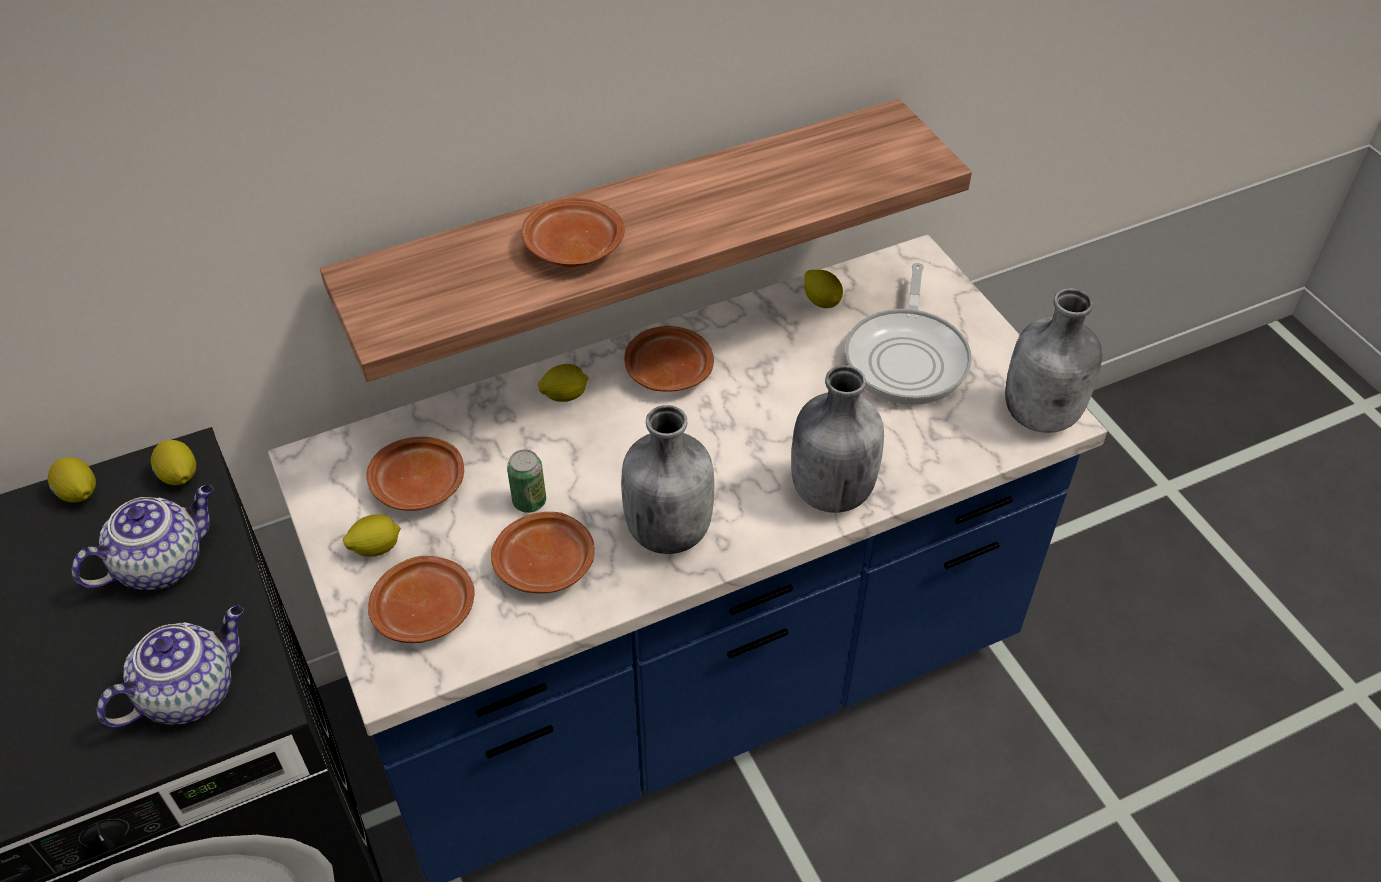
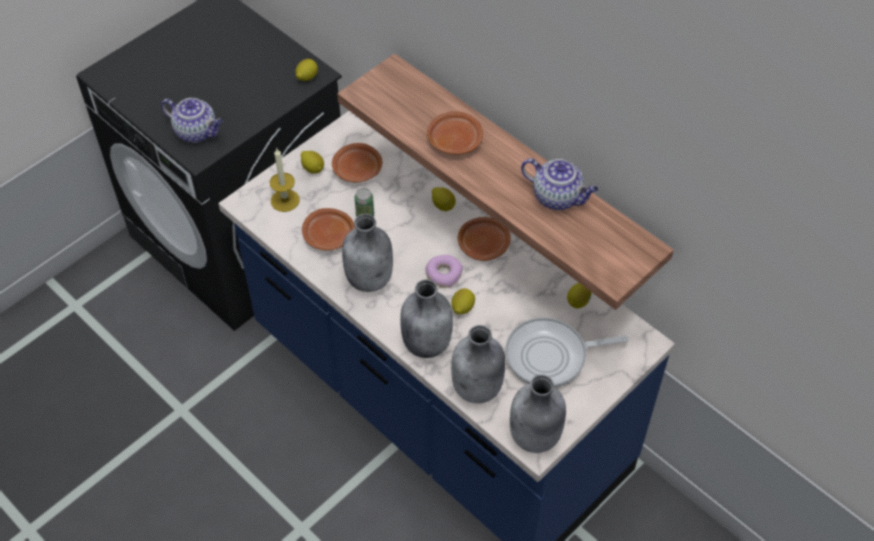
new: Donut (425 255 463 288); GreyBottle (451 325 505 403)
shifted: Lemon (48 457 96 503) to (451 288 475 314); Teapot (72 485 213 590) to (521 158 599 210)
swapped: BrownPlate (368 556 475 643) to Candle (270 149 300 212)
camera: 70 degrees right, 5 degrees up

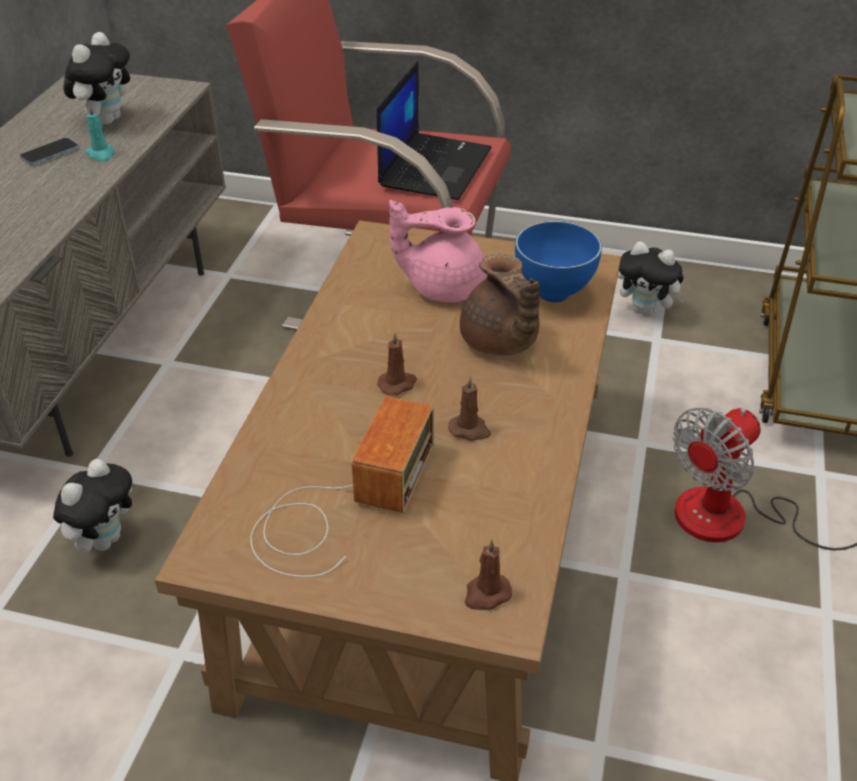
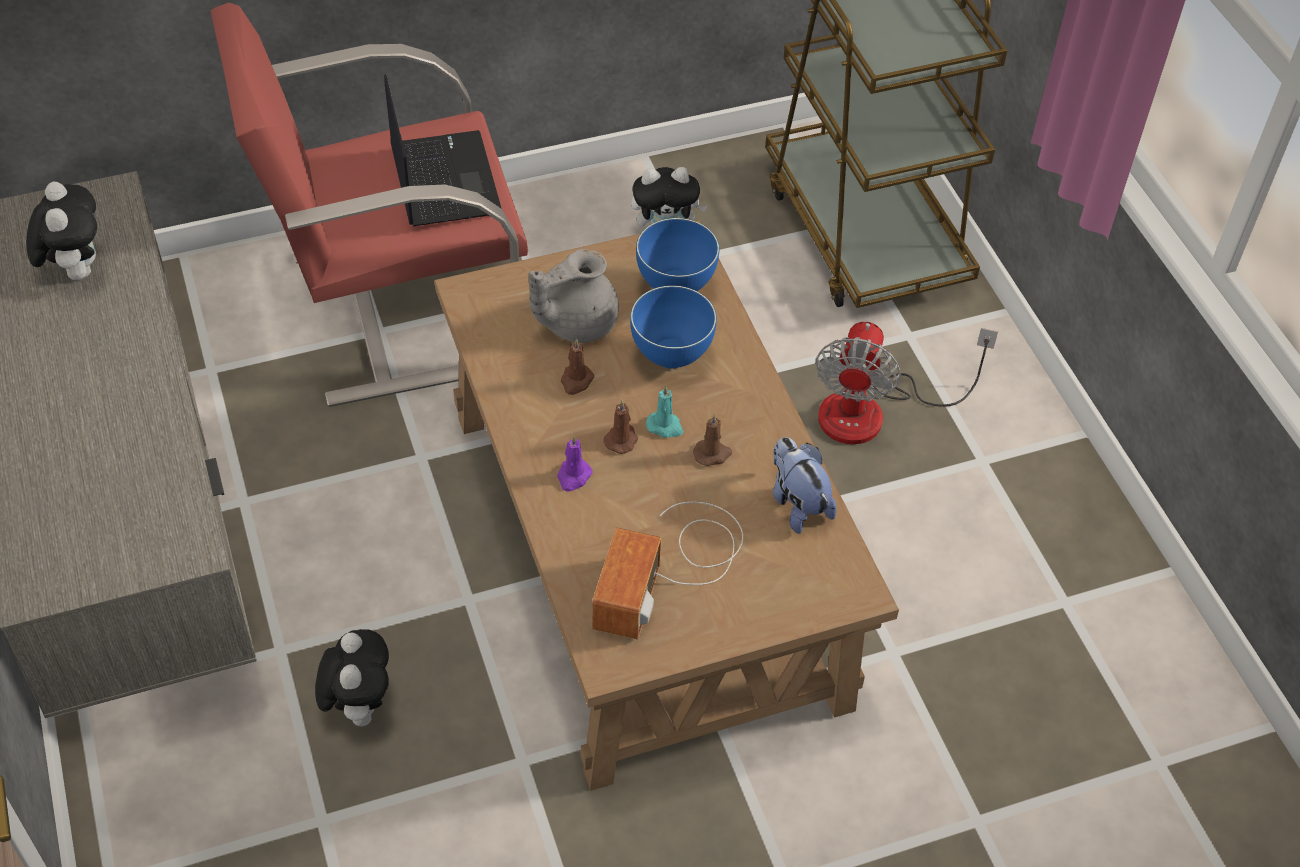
gone: Phone (20 138 79 165)
new: PurpleCandle (557 435 592 492); PlushToy (773 437 837 534)
shifted: TurquoiseCandle (85 105 114 162) to (646 385 683 438); BrownCandle (465 539 512 610) to (561 339 594 395)
swapped: BrownTeapot (460 254 540 356) to BlueBowl (630 286 717 369)
repainted: PinkTeapot (389 200 486 302) to GreyTeapot (529 249 619 343)
rotated: Radio (251 396 434 577) = (592 502 743 639) 150 degrees counterclockwise
camera: 35 degrees left, 10 degrees up

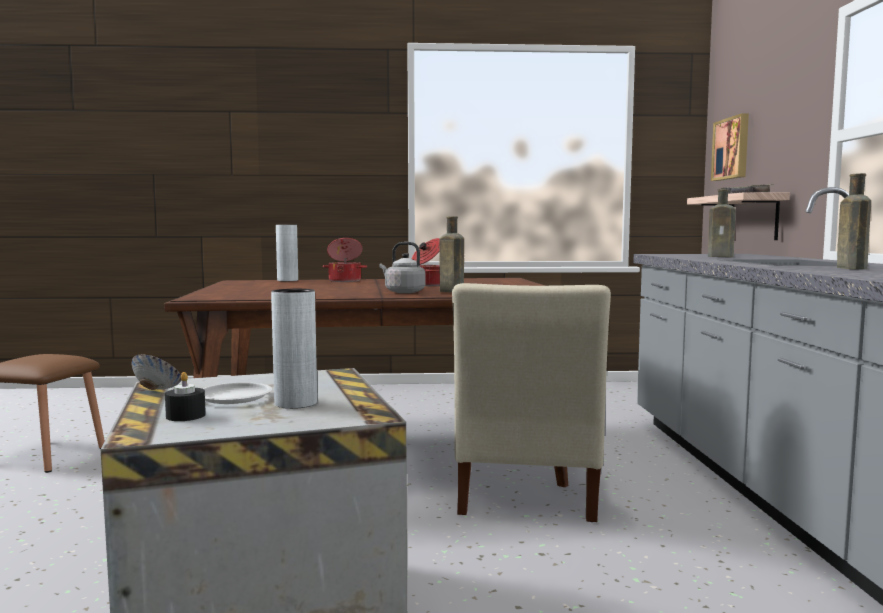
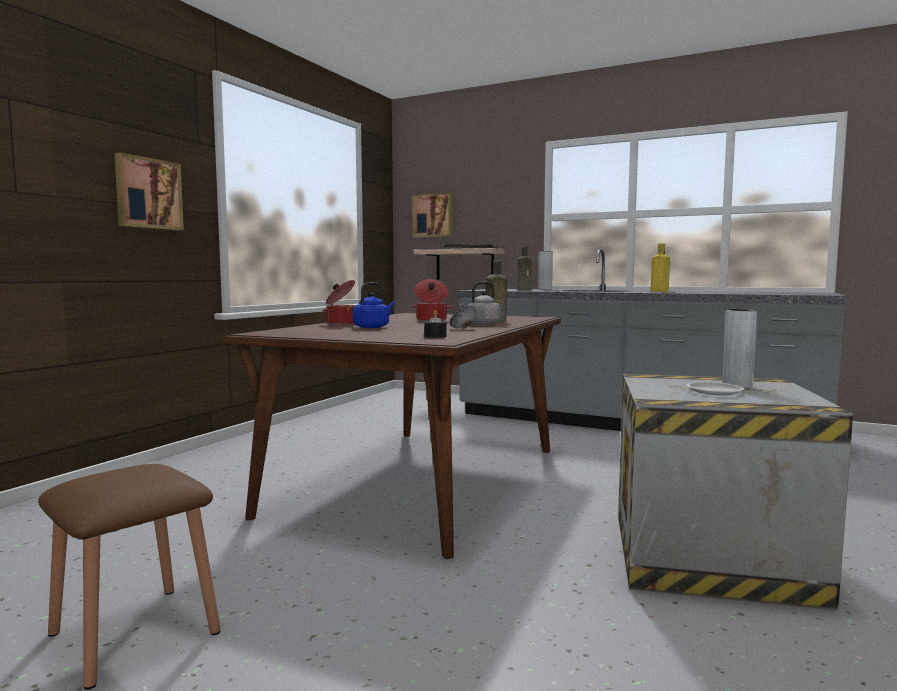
gone: BeigeChair (452 283 611 522)
new: Picture (114 152 184 230); BlueKettle (353 282 395 328)
shifted: Bowl (132 354 181 390) to (450 306 476 329); BlackCandle (165 372 206 421) to (424 310 446 338); GreyVase (276 224 298 281) to (538 251 553 290)
repainted: BrownBottle (837 173 871 269) to YellowBottle (651 244 670 292)
camera: 60 degrees left, 0 degrees up

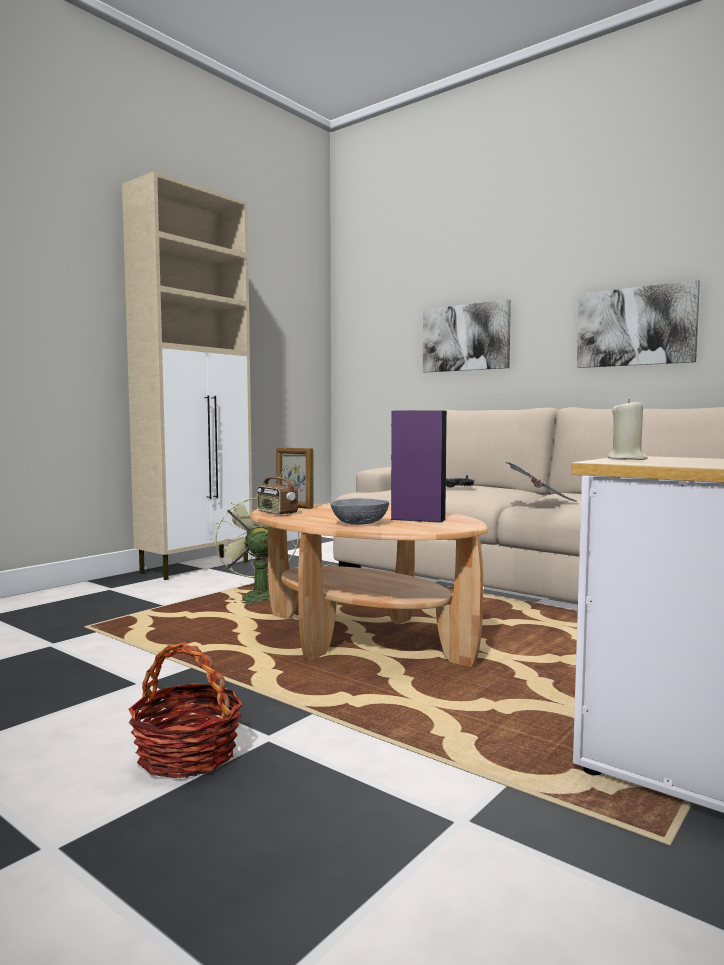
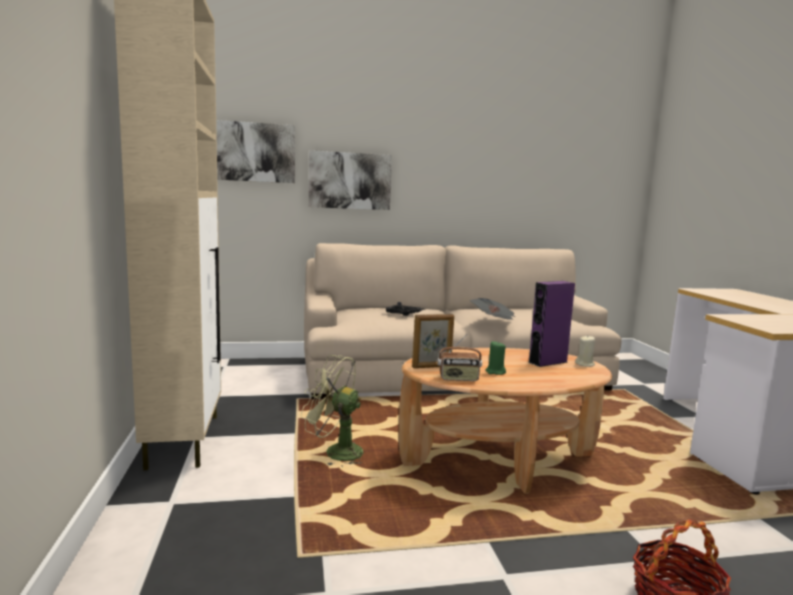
gone: GreyBowl (331 499 389 525)
new: GreenCandle (486 341 506 375)
shifted: Picture (577 280 700 368) to (216 120 295 183); BeigeCandle (607 399 648 460) to (575 336 595 367)
camera: 50 degrees left, 5 degrees up

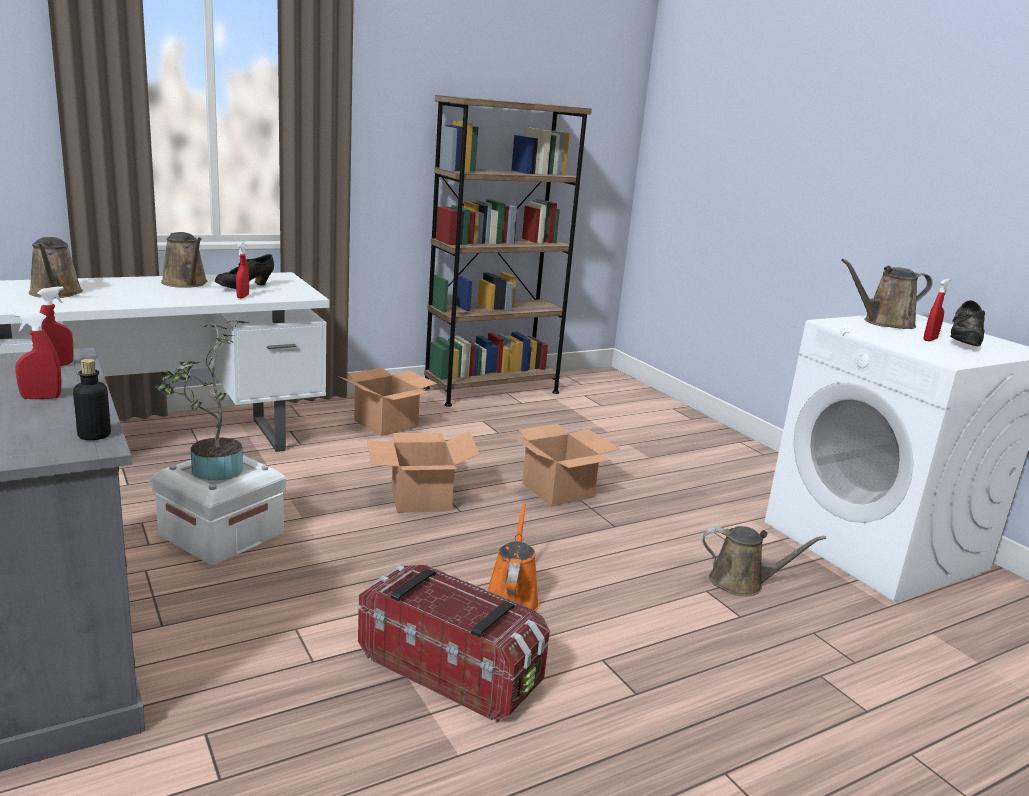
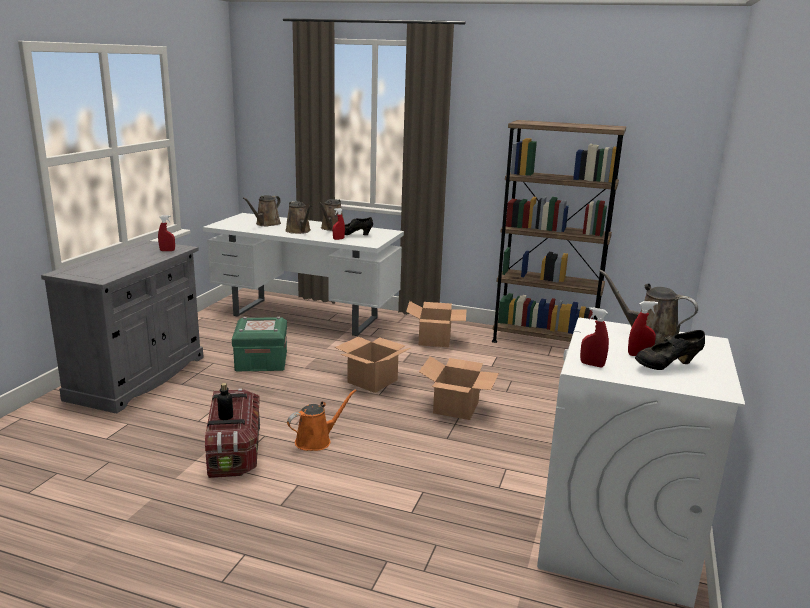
gone: PottedPlant (156 320 249 480)
shifted: RedSprayBottle (15 312 62 399) to (580 307 609 367); Bottle (73 359 111 440) to (217 383 233 420); BrownWateringCan (702 526 826 597) to (285 201 311 234)
repainted: WhiteStorageBox (151 455 286 565) to GreenStorageBox (232 317 287 371)
camera: 50 degrees right, 0 degrees up

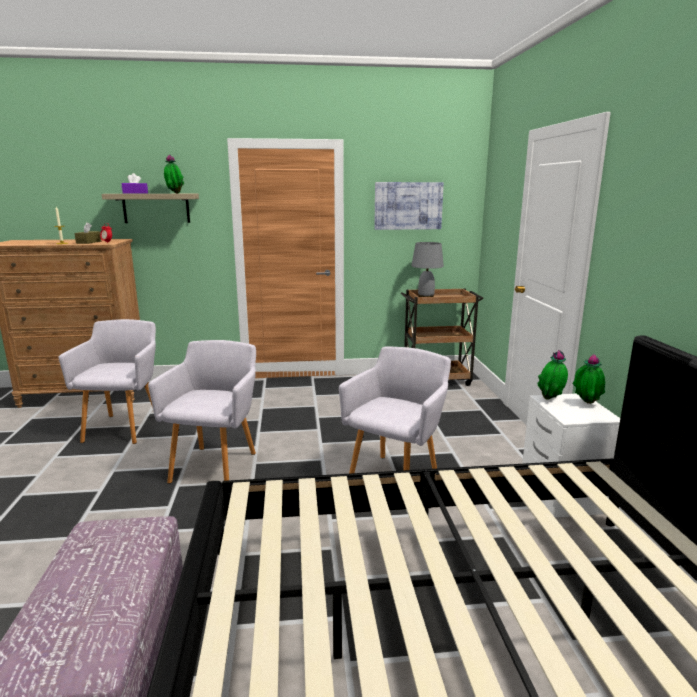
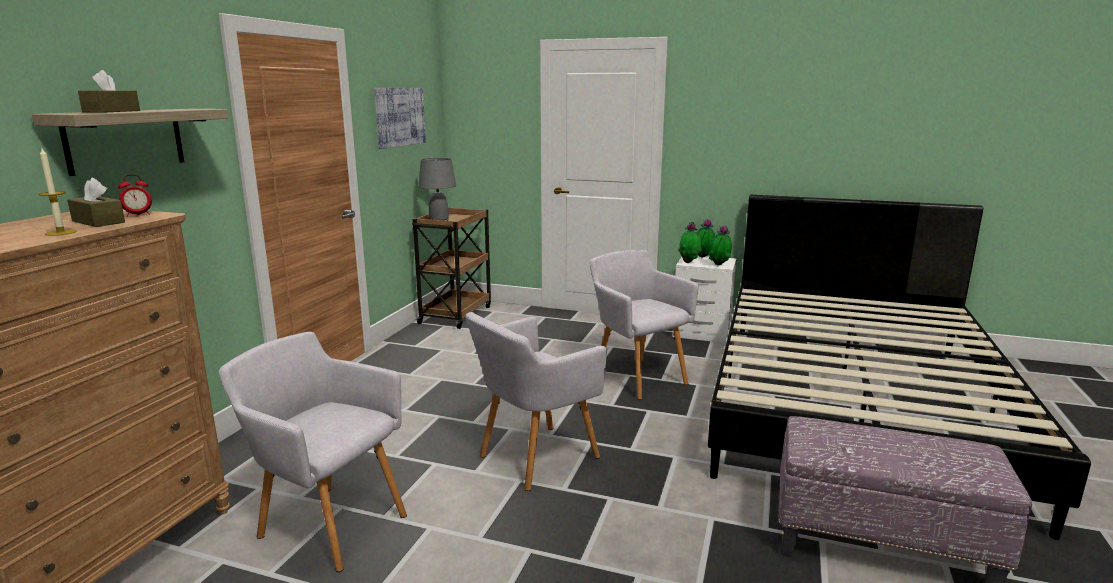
shifted: PottedPlant (164 155 184 193) to (707 225 732 265)
repainted: PurpleTissueBox (122 173 148 194) to BrownTissueBox (78 70 140 113)
rotated: GreyArmchair (148 340 256 484) = (465 312 607 491) 75 degrees counterclockwise
camera: 65 degrees left, 0 degrees up

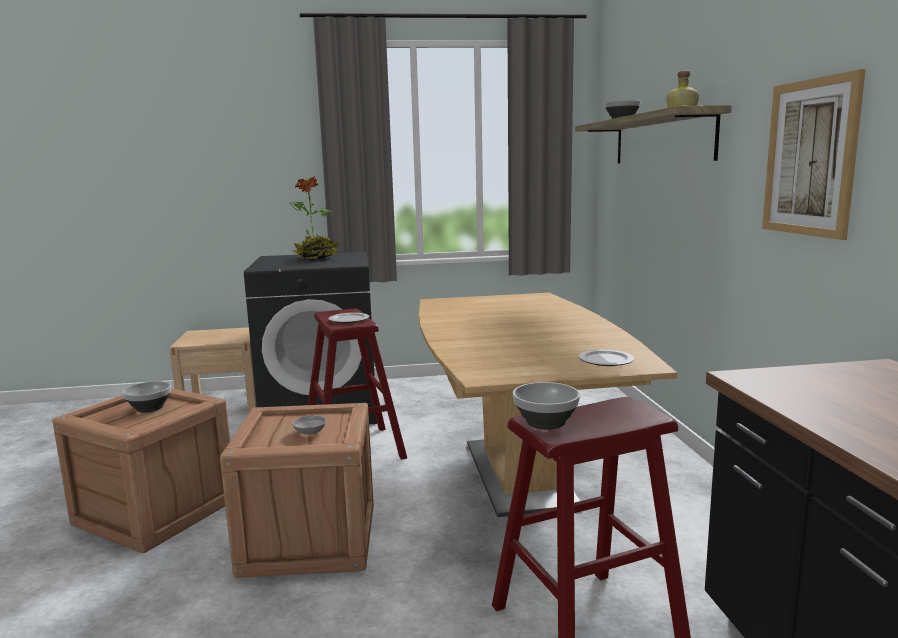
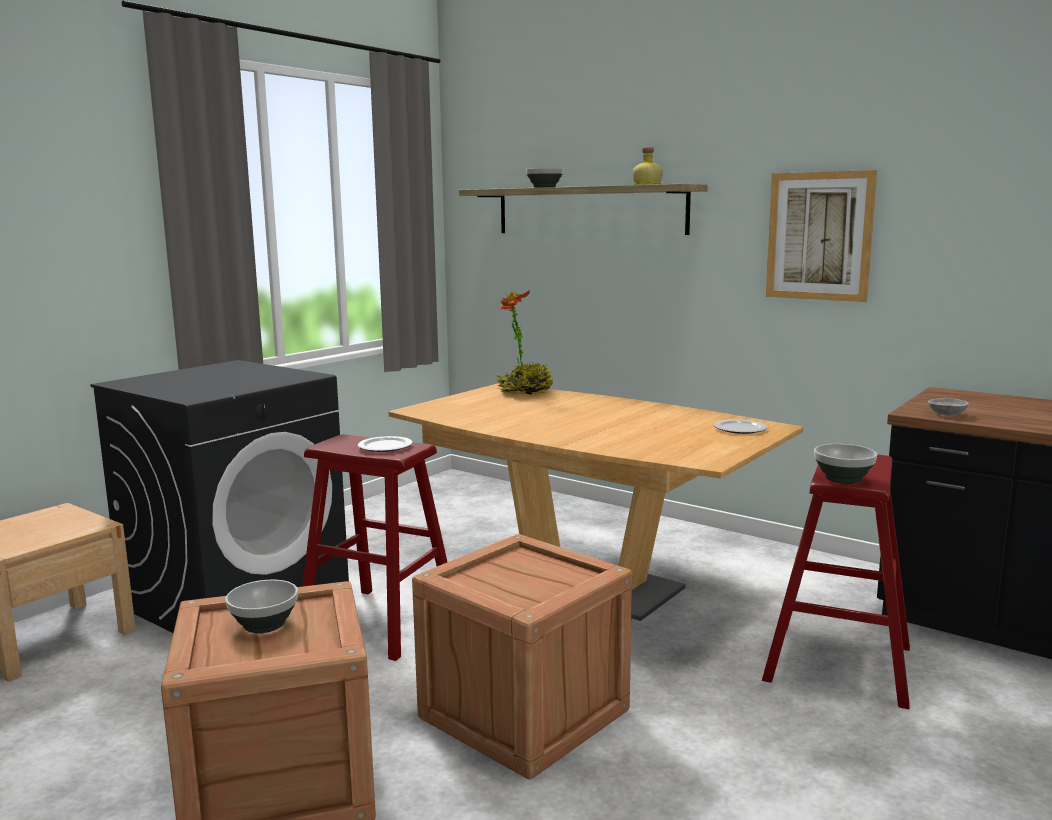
shifted: PottedPlant (290 176 339 260) to (496 289 553 395); GreyBowl (292 415 326 435) to (928 398 969 416)
camera: 45 degrees left, 0 degrees up

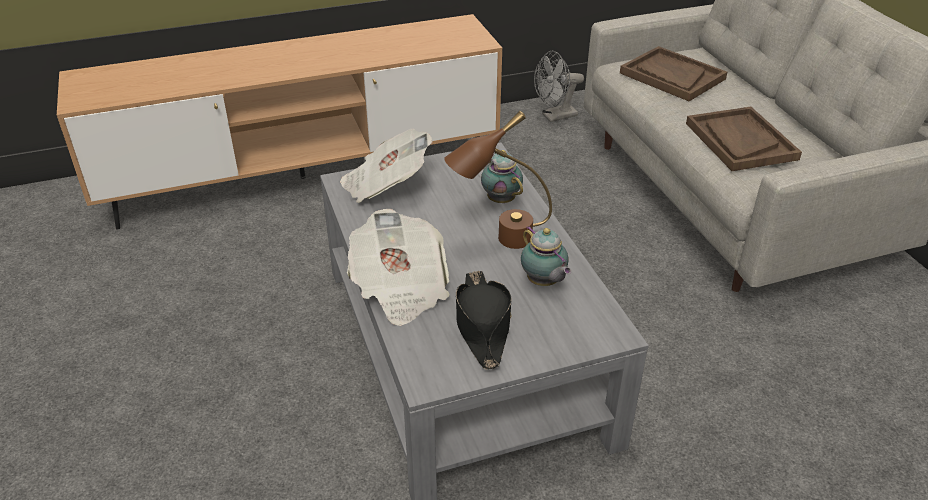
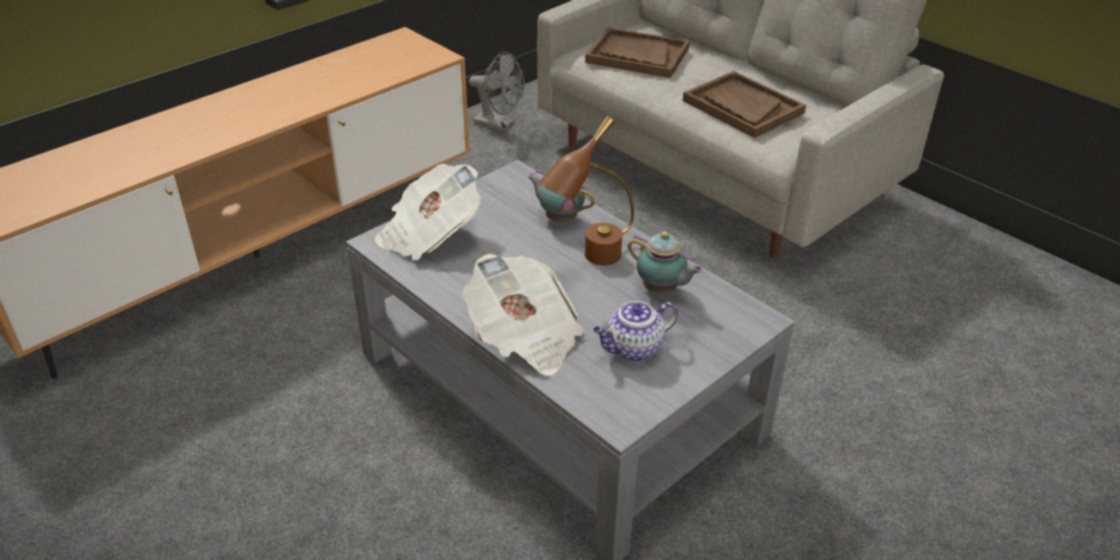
swapped: BlackHat (456 271 512 369) to Teapot (593 301 678 362)
rotated: GreyFan (534 50 584 122) = (469 52 524 131) 105 degrees counterclockwise
camera: 25 degrees left, 0 degrees up

